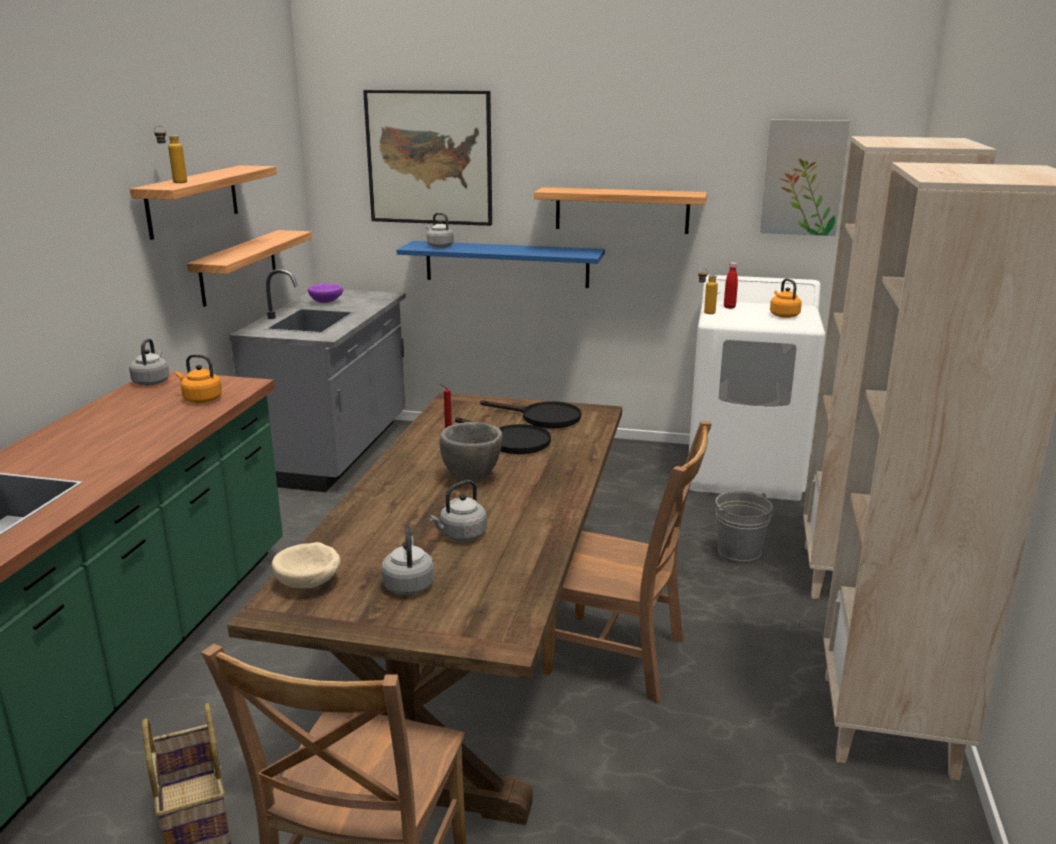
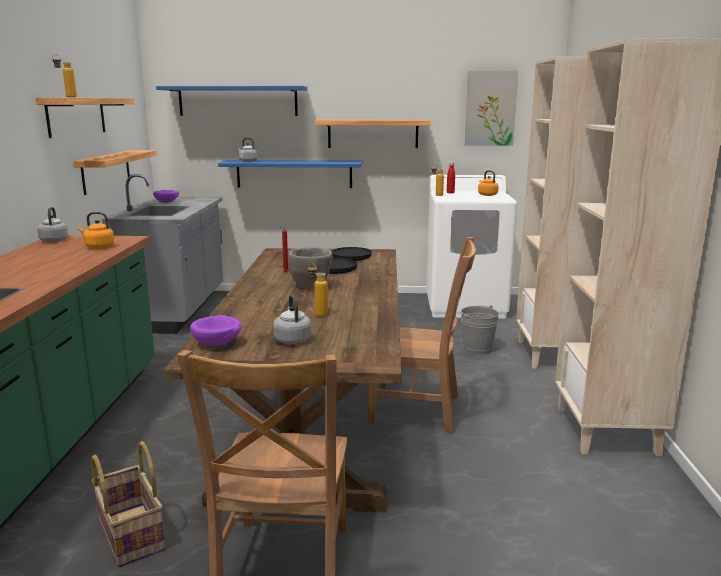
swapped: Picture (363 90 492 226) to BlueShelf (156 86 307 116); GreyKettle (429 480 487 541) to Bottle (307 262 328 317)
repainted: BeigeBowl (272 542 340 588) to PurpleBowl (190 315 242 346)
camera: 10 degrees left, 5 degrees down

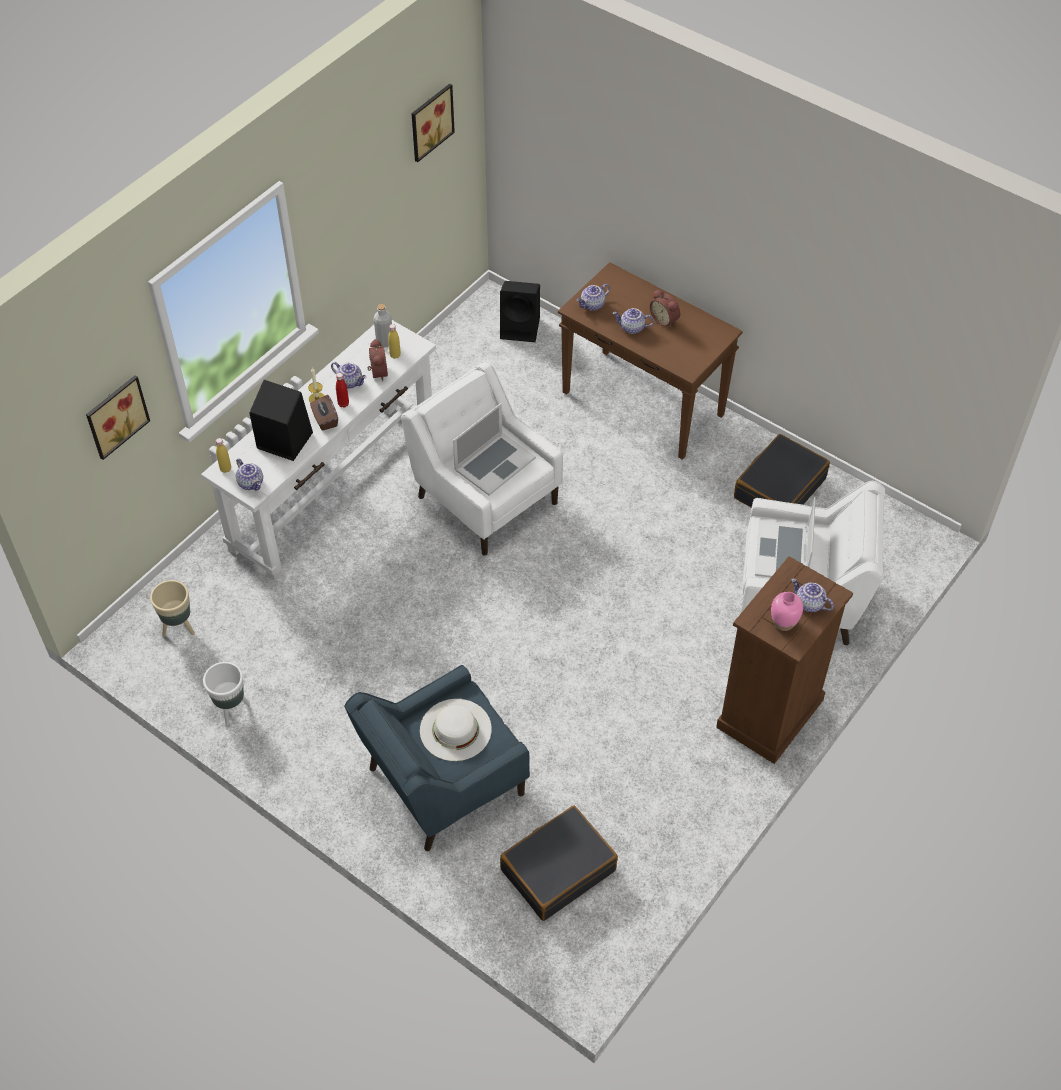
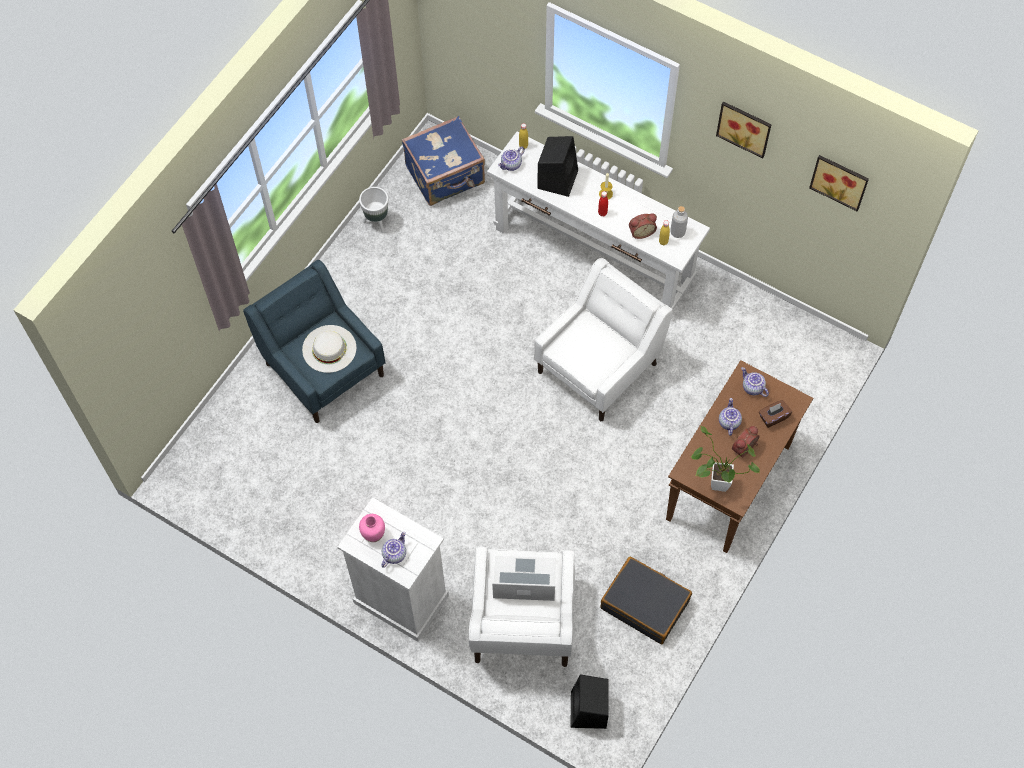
gone: Teapot (331 362 366 389); Laptop (453 403 536 496); BlackSuitcase (500 805 618 921)
new: PottedPlant (691 426 760 492)
shifted: Picture (86 375 150 460) to (716 101 772 158); BrownTissueBox (310 395 338 431) to (759 400 792 428); BlackSpeaker (500 281 540 342) to (570 674 609 729)
swapped: BeigePlanter (150 580 195 637) to BlueSuitcase (402 116 485 206)
repainted: BrownDresser (716 556 853 764) to WhiteDresser (338 497 449 642)
camera: 85 degrees right, 10 degrees up

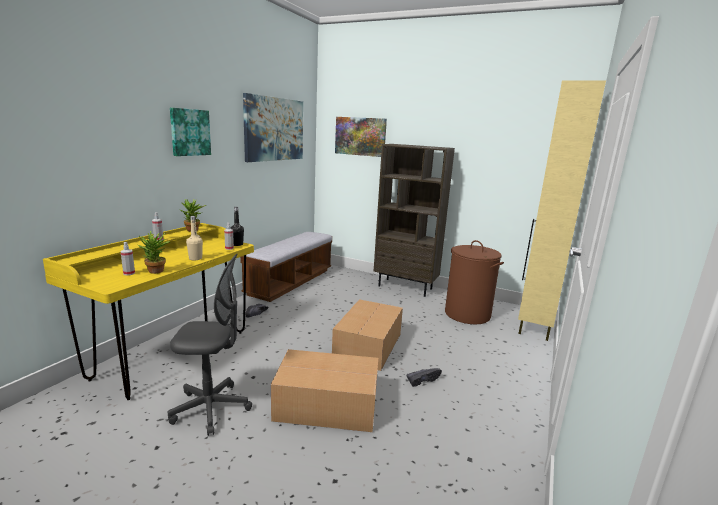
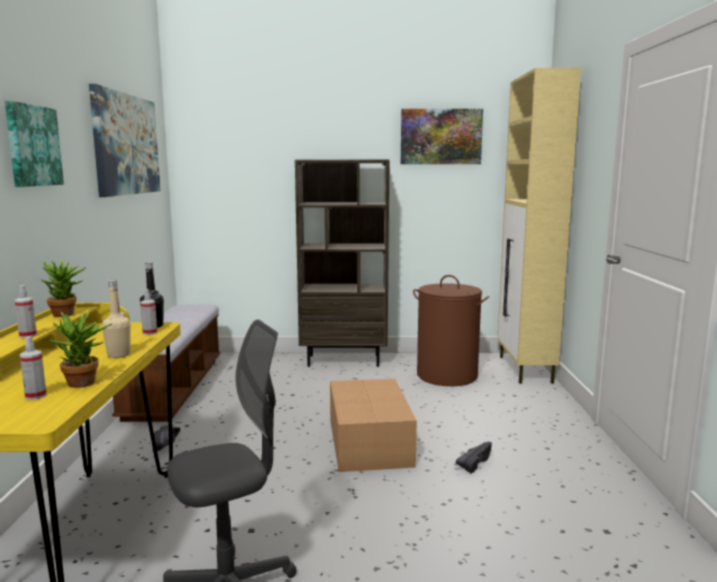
gone: CardboardBox (271 349 378 432)
shifted: Picture (335 117 387 157) to (401 109 483 164)
camera: 25 degrees left, 5 degrees down

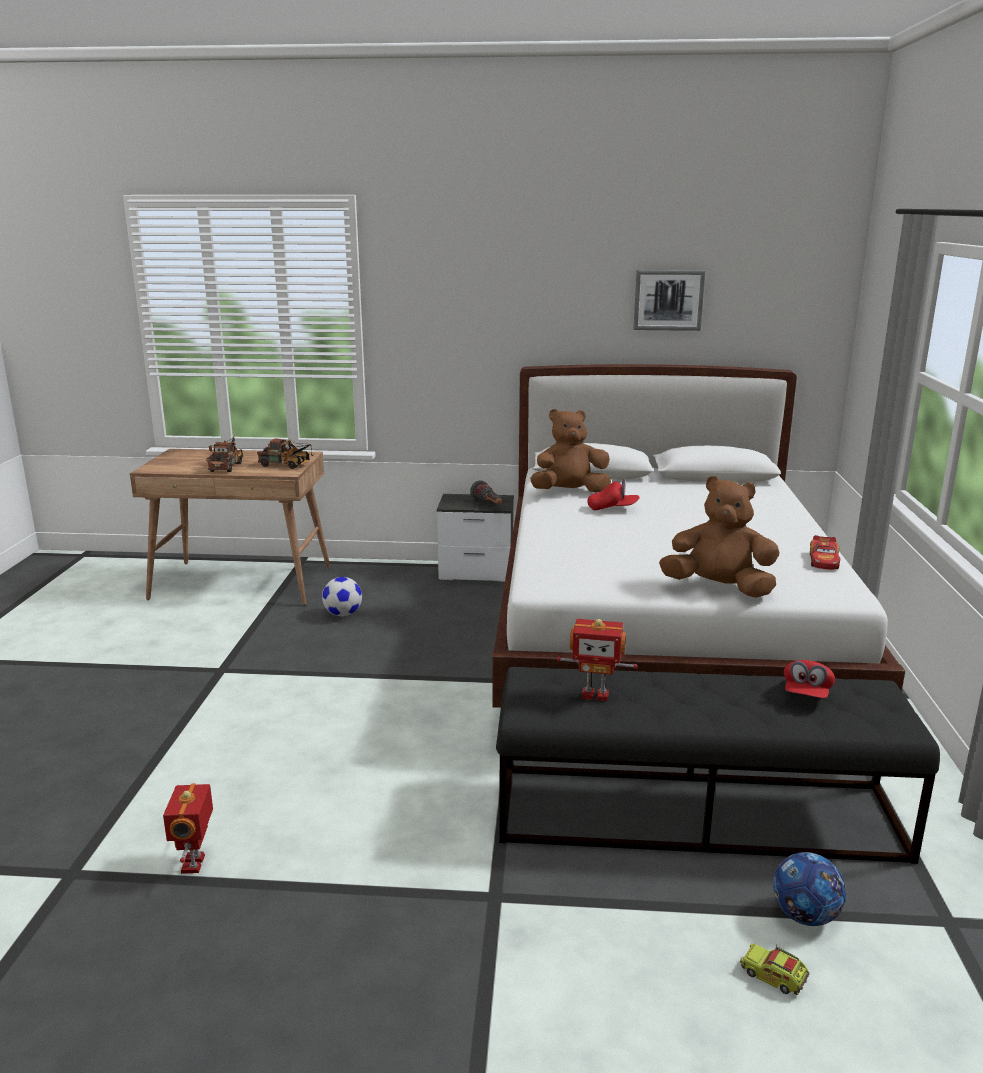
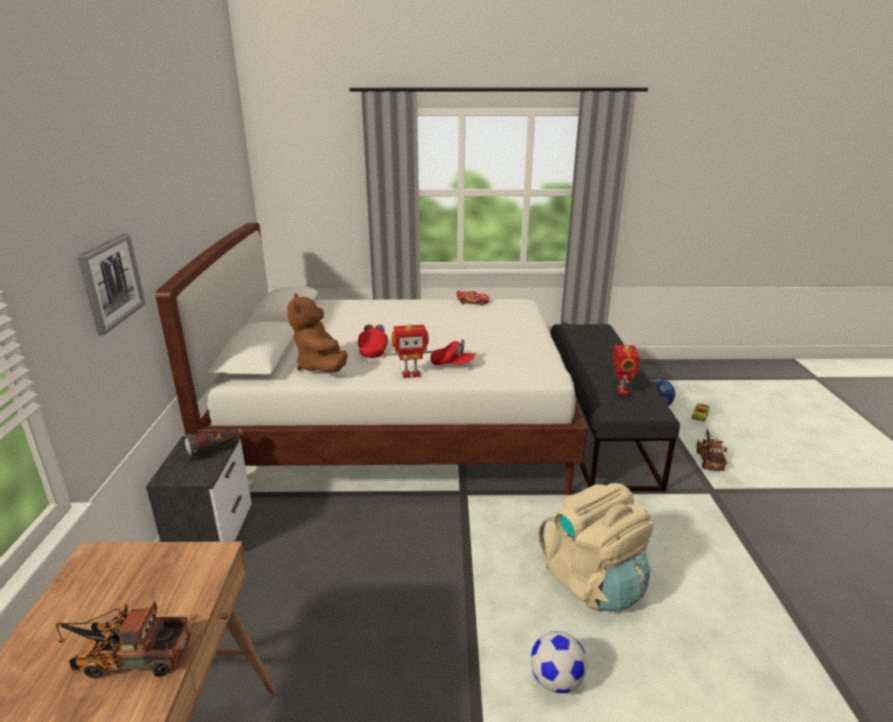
gone: BrownPlushToy (659 476 780 598)
new: BeigeBackpack (539 483 653 611)
shifted: ToyRobot (163 784 213 874) to (384 324 437 378); ToyTruck (257 438 313 469) to (696 428 727 471); Football (322 577 362 617) to (530 631 588 693); Picture (634 270 705 331) to (77 233 146 335); RedCap (784 660 835 698) to (430 339 475 365)
camera: 95 degrees left, 5 degrees up

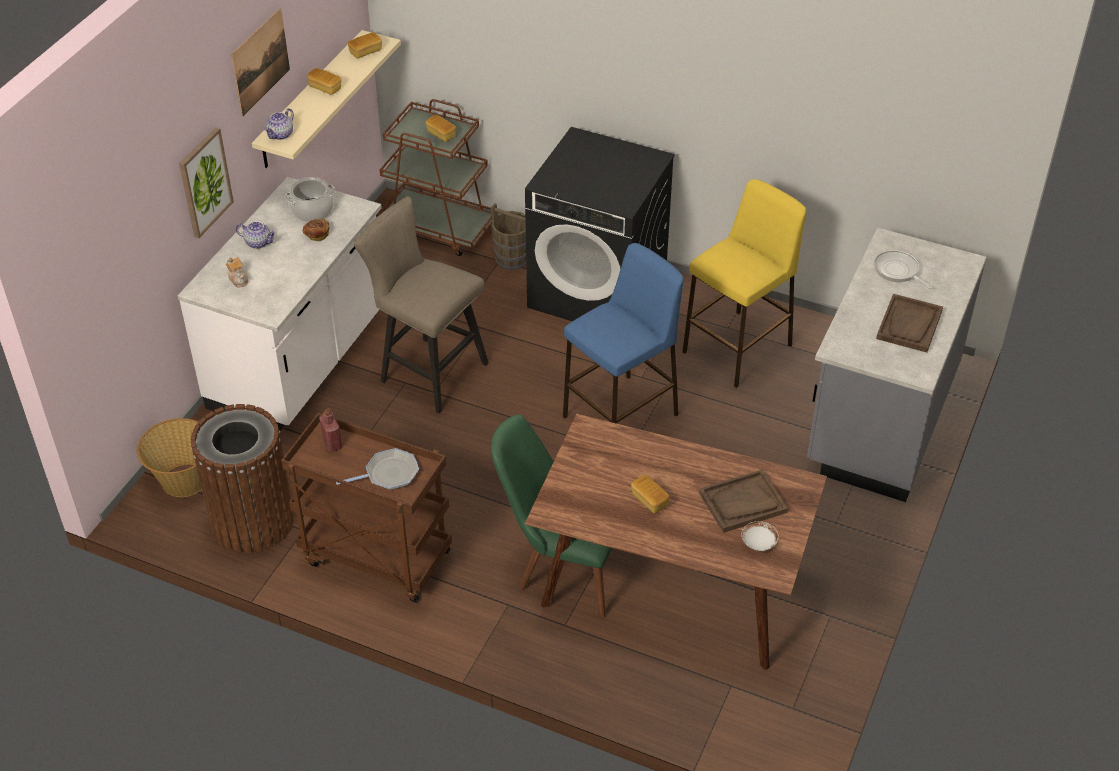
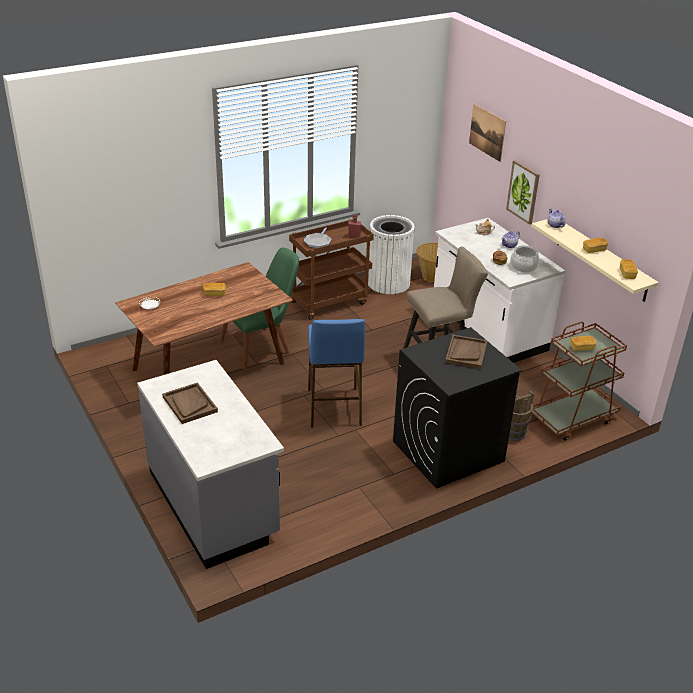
gone: YellowStool (683 179 806 388); FryingPan (874 250 932 289)
shifted: Picture (231 8 290 116) to (469 104 506 162); BrownTray (699 469 788 533) to (445 335 487 369)
repainted: BrownTrashCan (191 404 294 553) to WhiteTrashCan (368 215 415 294)
camera: 125 degrees right, 10 degrees down

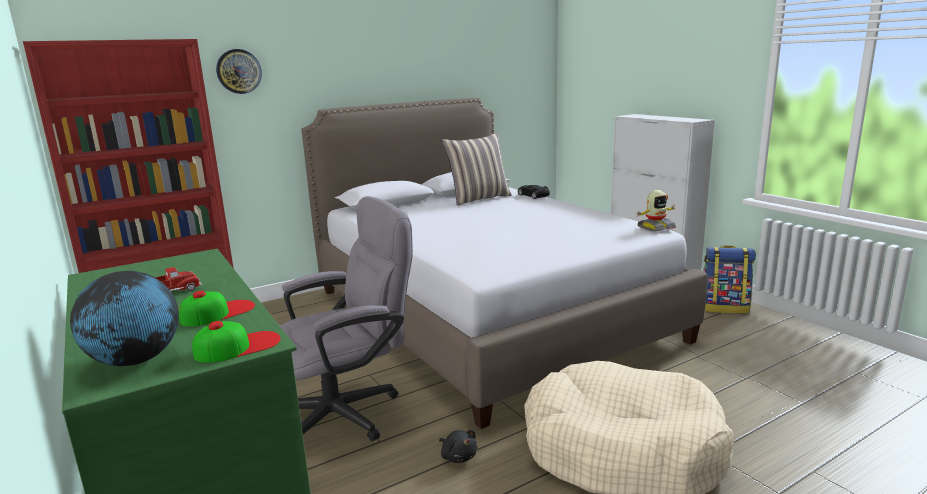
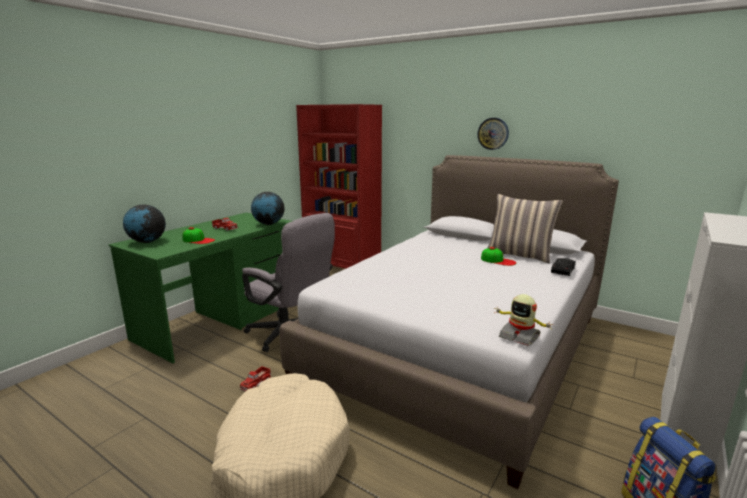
new: Globe (251 192 284 225)
shifted: Cap (192 321 281 363) to (481 247 516 266); WallClock (216 49 262 94) to (477 118 509 150)
swapped: BlackPlushToy (439 430 477 463) to ToyTruck (240 366 271 391)
camera: 65 degrees right, 0 degrees up

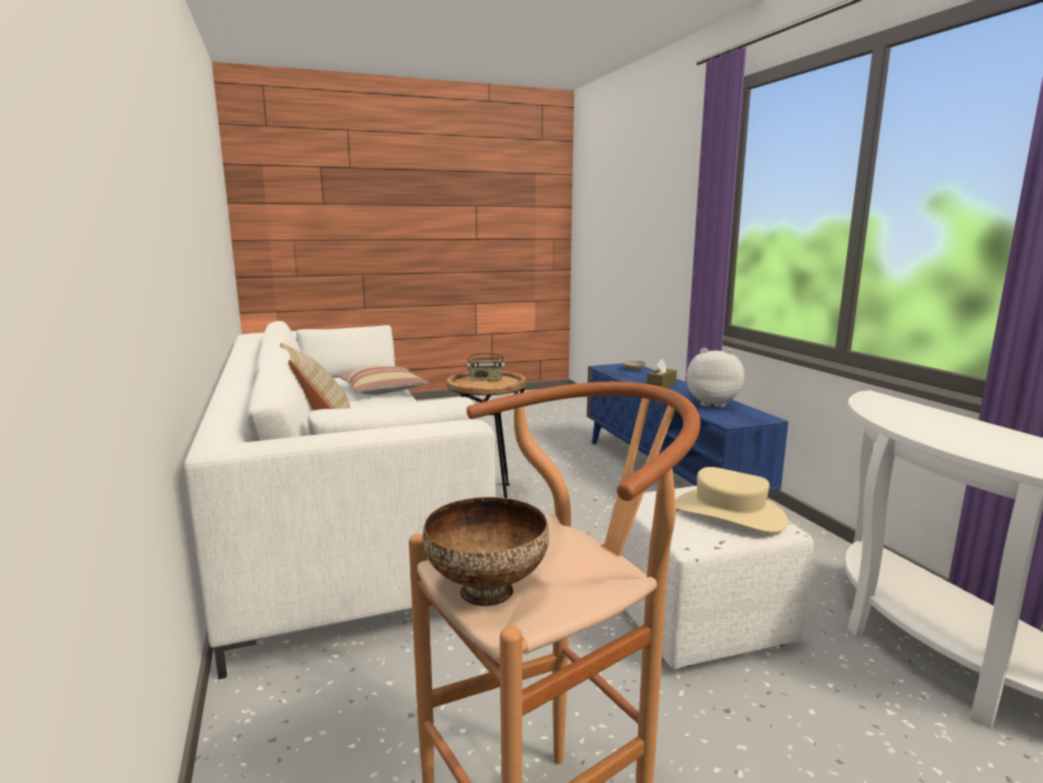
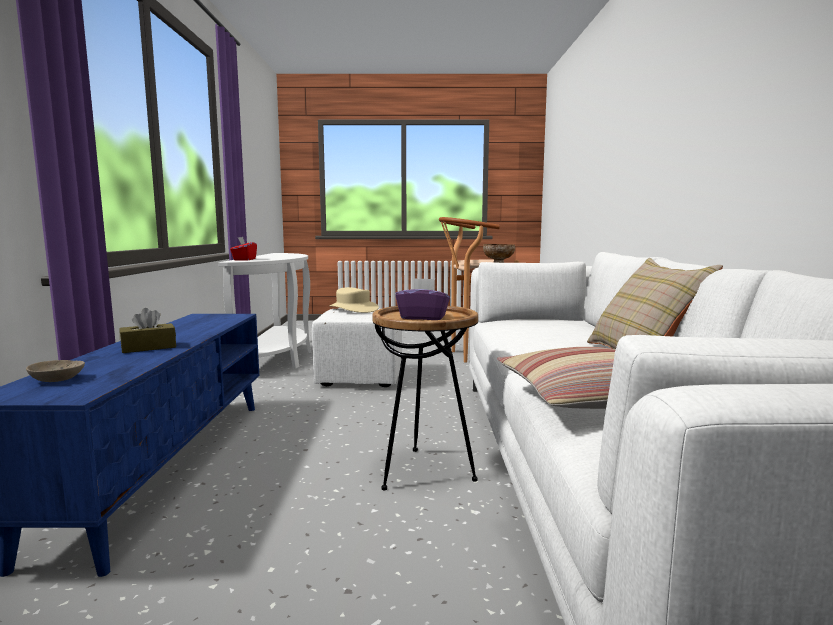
gone: PlushToy (686 348 744 407)
new: RedTissueBox (230 237 257 260)
swapped: Radio (467 341 504 381) to PurpleTissueBox (395 278 450 320)
camera: 160 degrees left, 5 degrees down

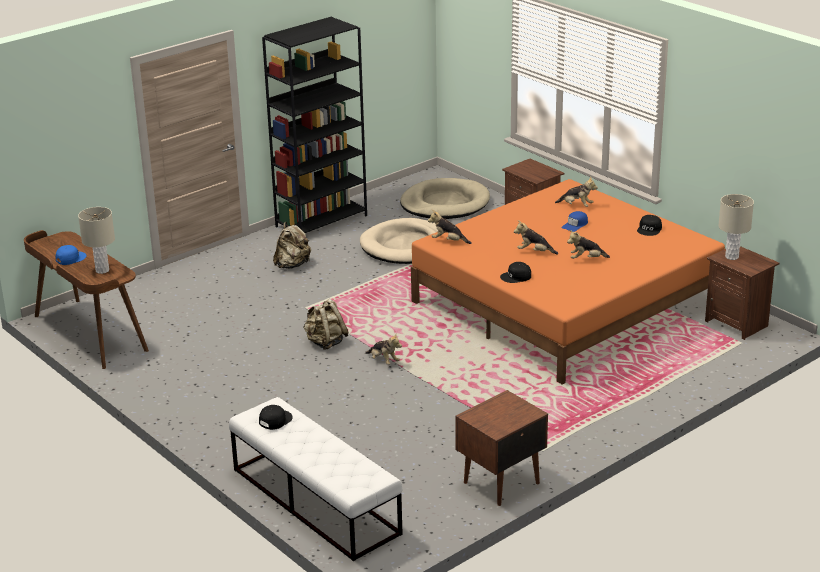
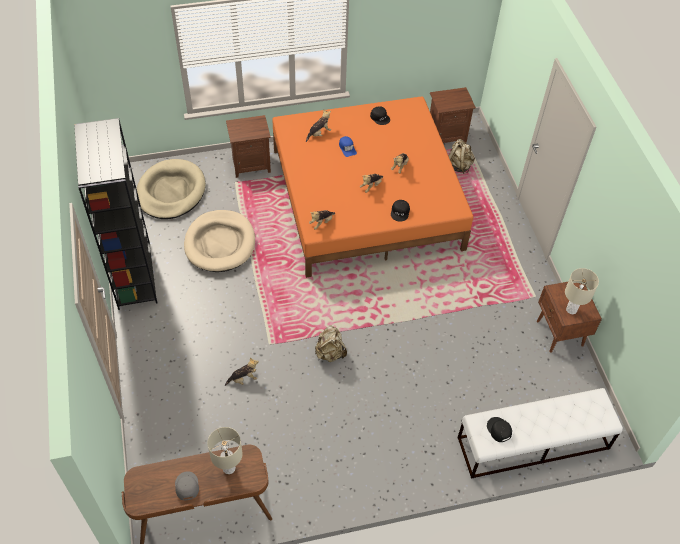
shifted: BeigeBackpack (273 222 311 269) to (448 139 475 174); PlushToy (365 333 402 365) to (225 357 259 386); BeigeTableLamp (718 194 754 260) to (565 268 599 314)
repainted: BlueCap (56 245 86 265) to GreyCap (175 471 199 500)
camera: 65 degrees left, 25 degrees up

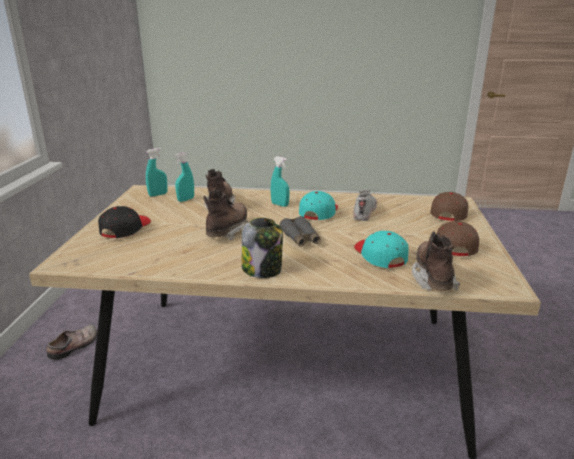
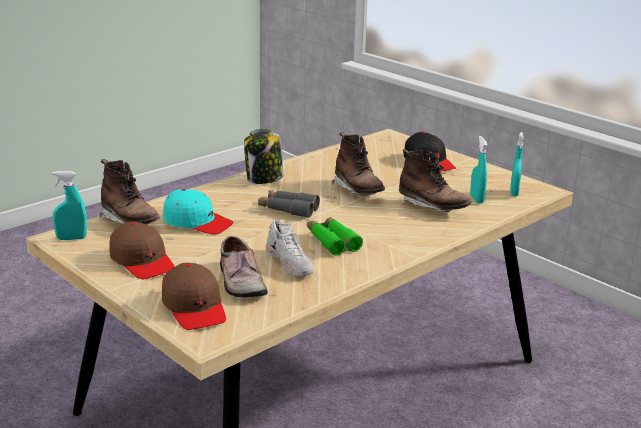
shifted: Shoe (47 325 97 360) to (220 236 268 298); TurquoiseSprayBottle (271 156 290 207) to (52 171 87 240)
swapped: TurquoiseCap (299 191 338 220) to GreenBinoculars (307 217 363 256)
camera: 130 degrees right, 0 degrees up

